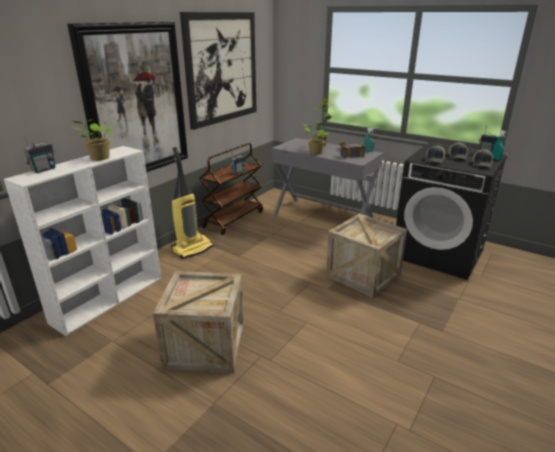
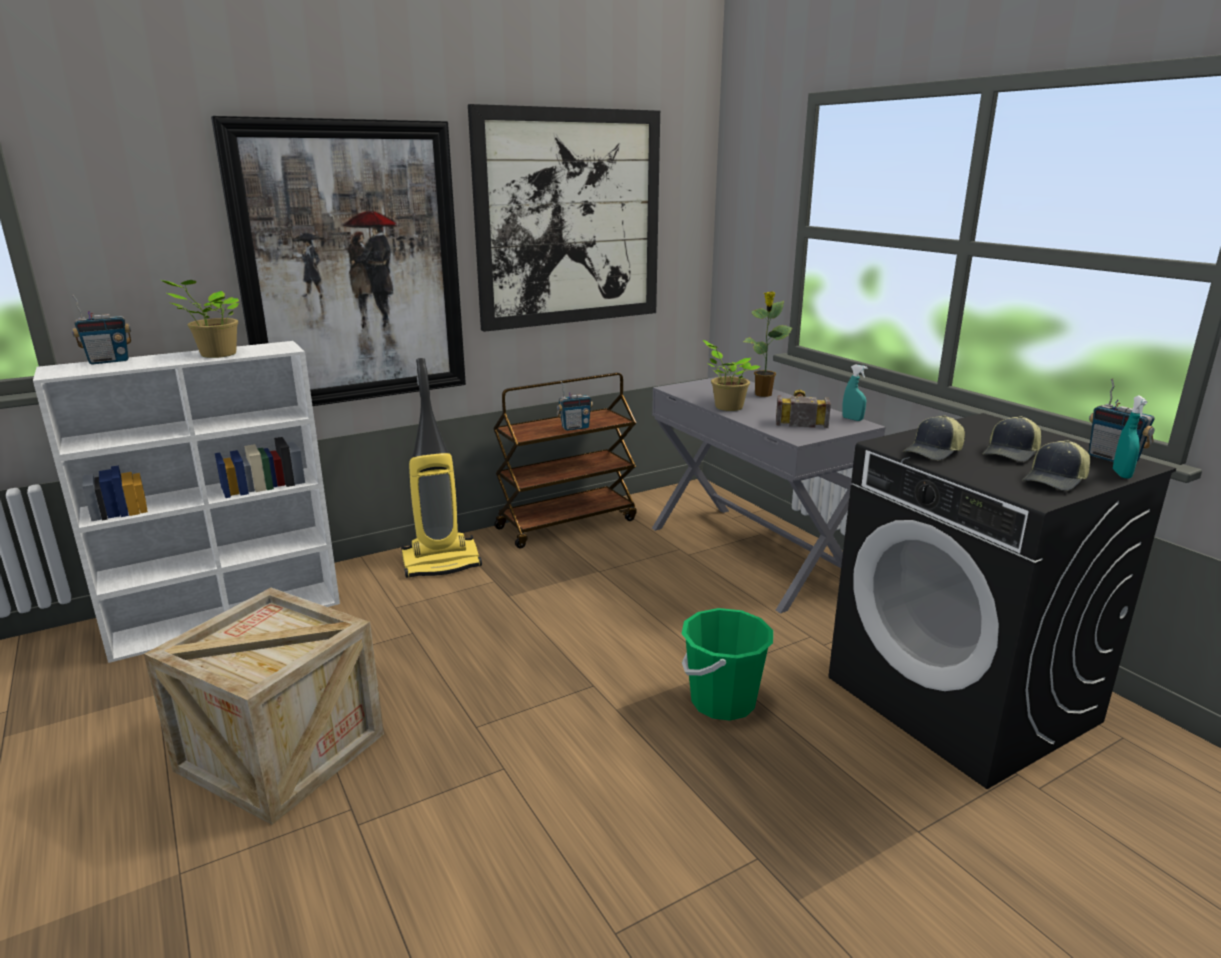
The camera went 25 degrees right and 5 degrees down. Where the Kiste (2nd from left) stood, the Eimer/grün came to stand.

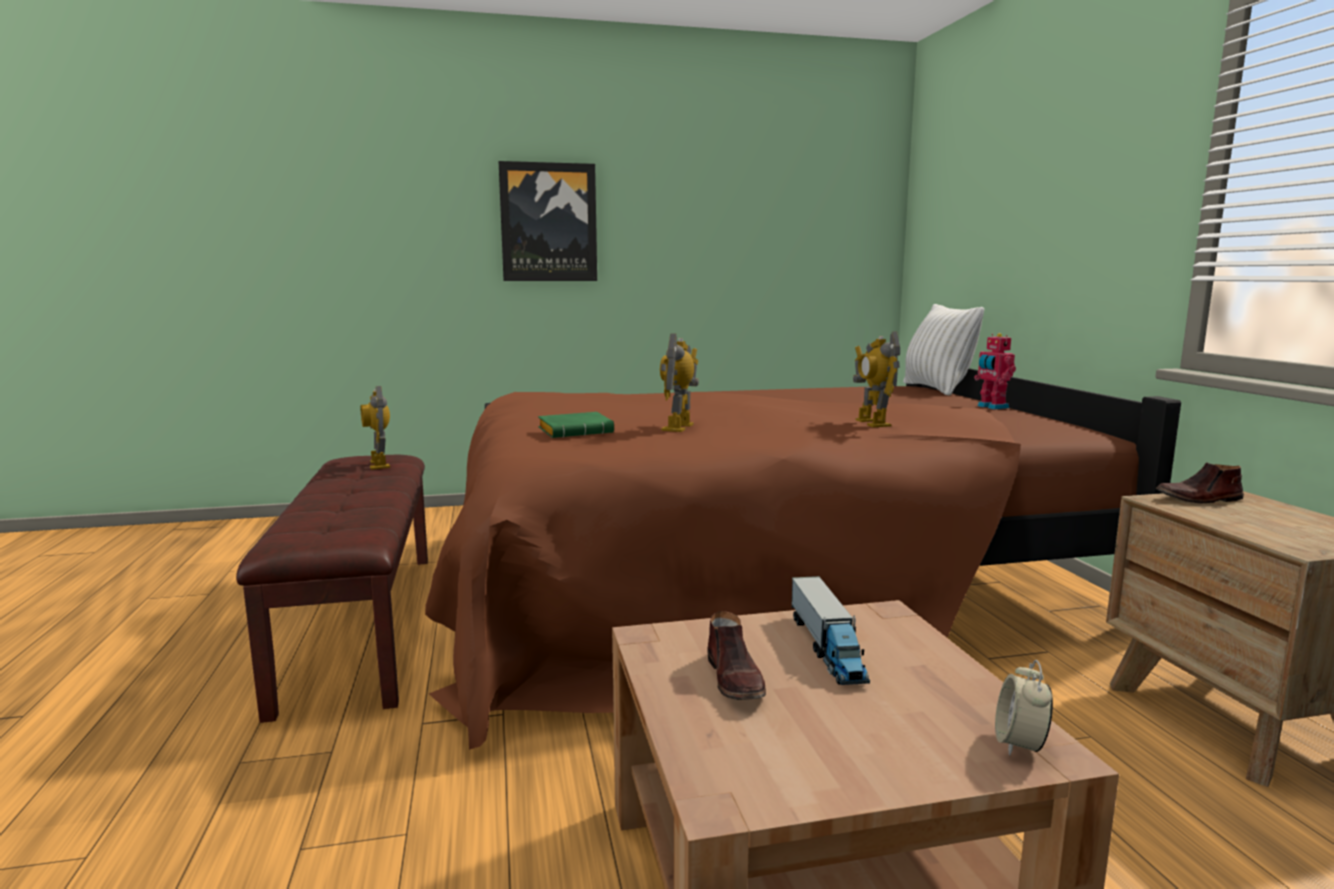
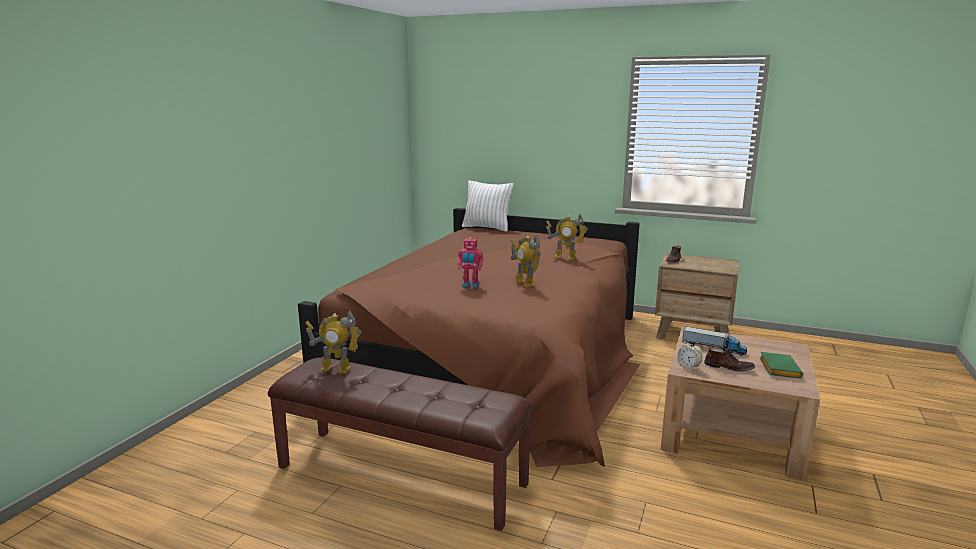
The camera went 55 degrees left and 5 degrees up. The second view lost the Bild. The Buch/grün ended up elsewhere. The Spielzeugroboter (4th from left in the first image) ended up elsewhere. The Wecker ended up elsewhere.

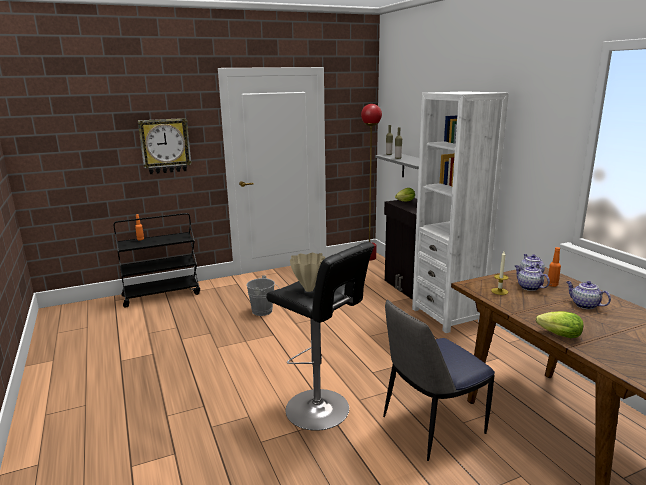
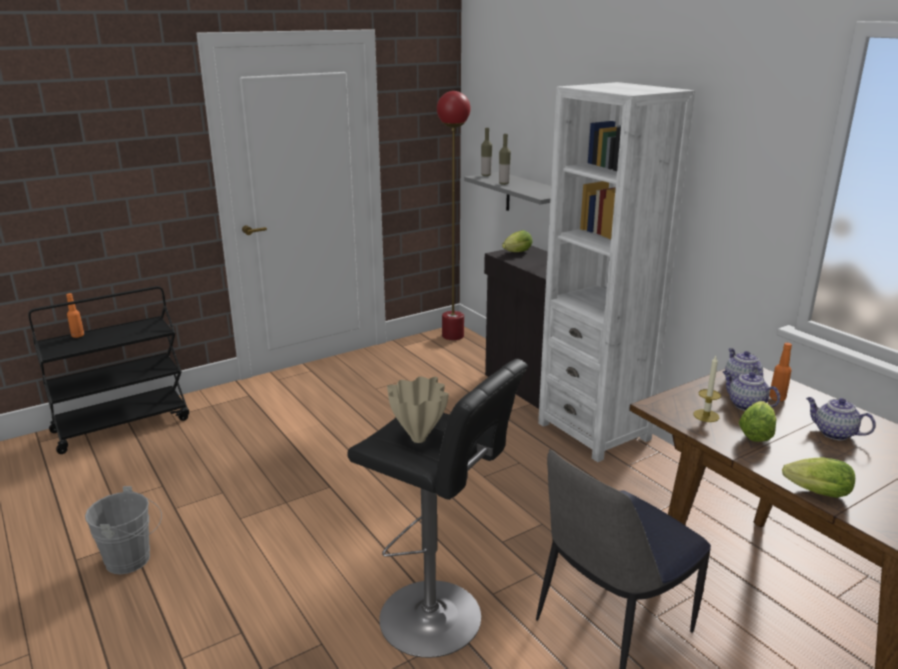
The camera went 10 degrees left and 5 degrees up. The second view lost the Wanduhr. The Eimer/grau ended up elsewhere. The second view gained the Salatkopf (2nd from left).

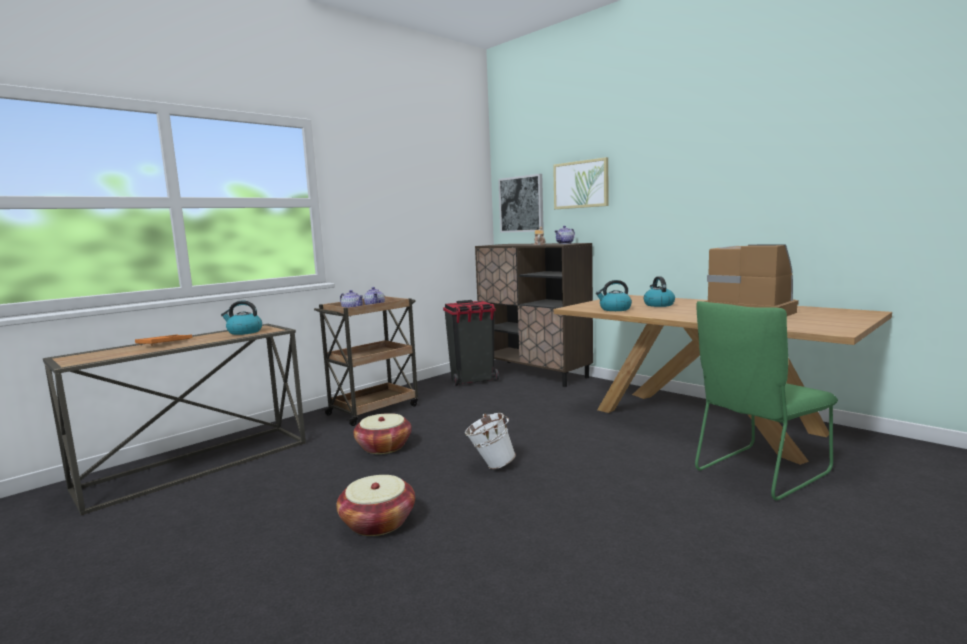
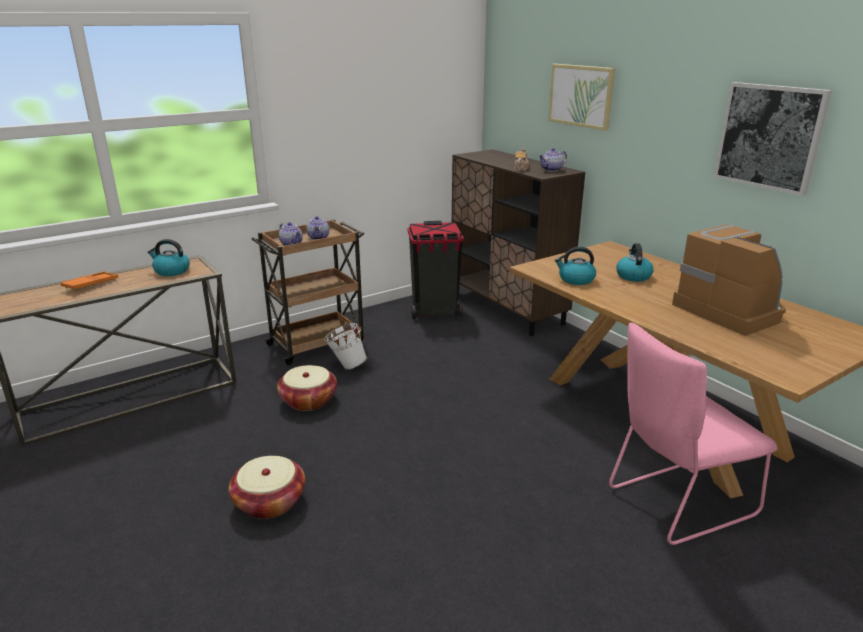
The camera went 10 degrees right and 15 degrees up. The Eimer/weiß ended up elsewhere. The Bild (1st from left in the first image) ended up elsewhere. What was the Stuhl/grün turned into the Stuhl/rosa.

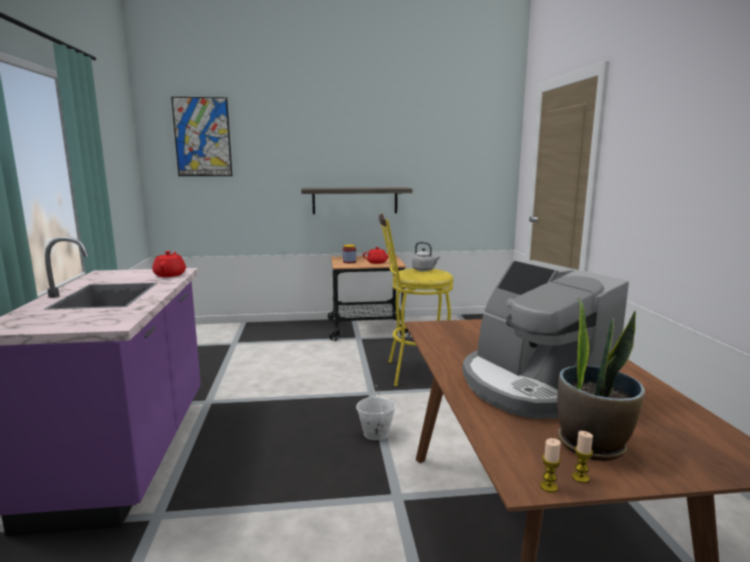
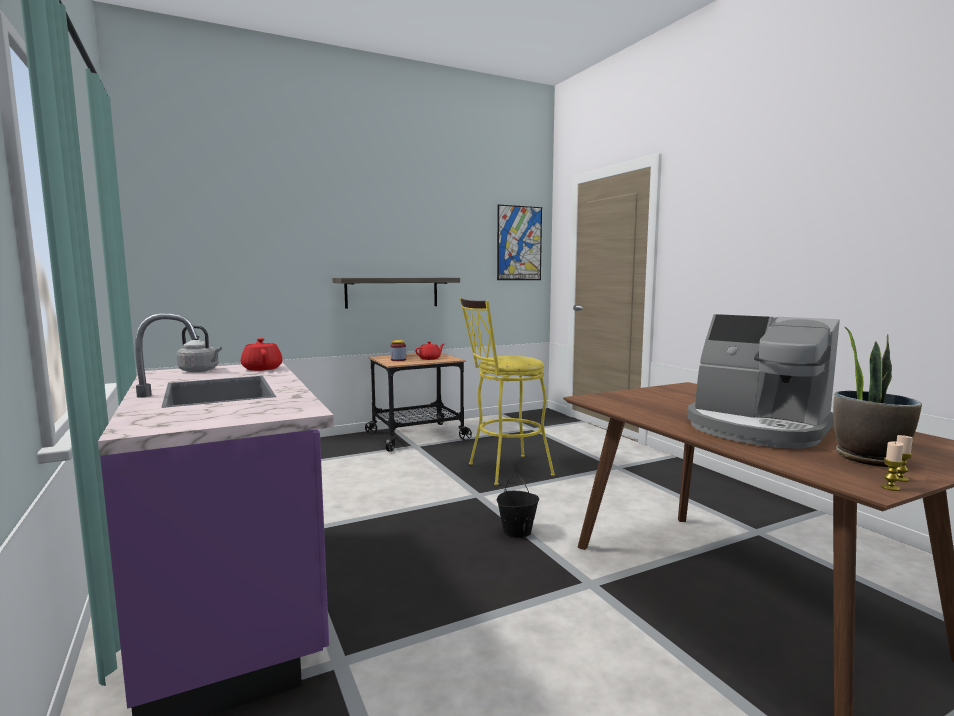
The camera went 20 degrees left and 5 degrees down. The Bild ended up elsewhere. What was the Eimer/weiß turned into the Eimer/schwarz. The Wasserkessel/grau ended up elsewhere.

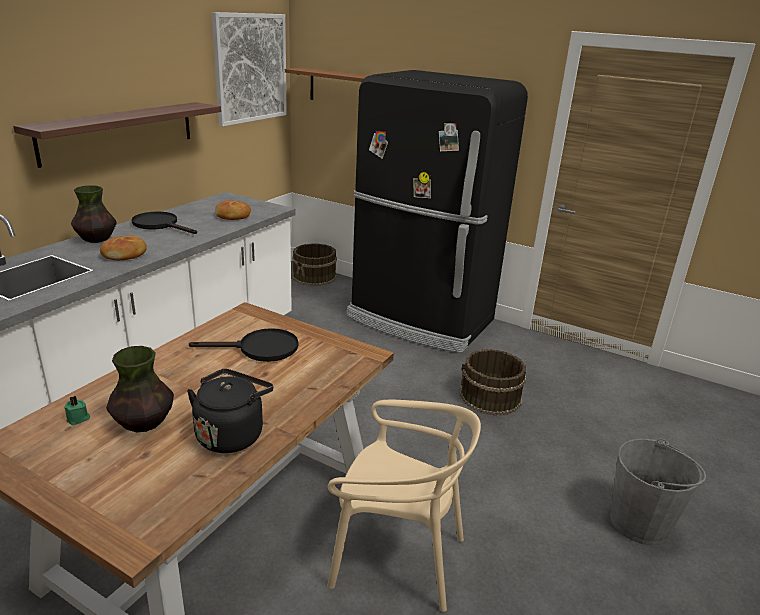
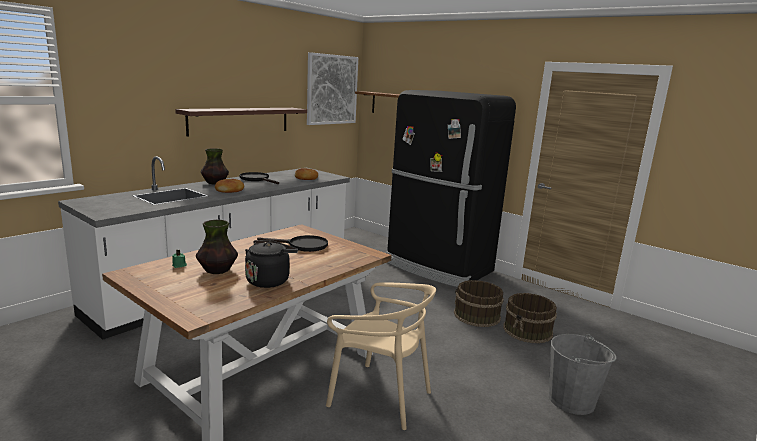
The camera went 10 degrees right and 10 degrees down. The Eimer/braun (1st from left in the first image) ended up elsewhere.

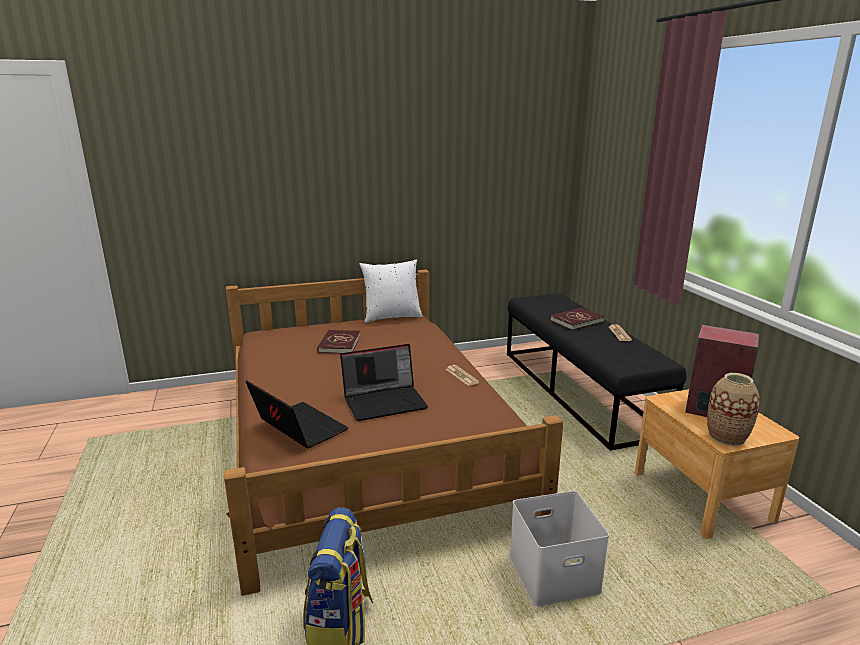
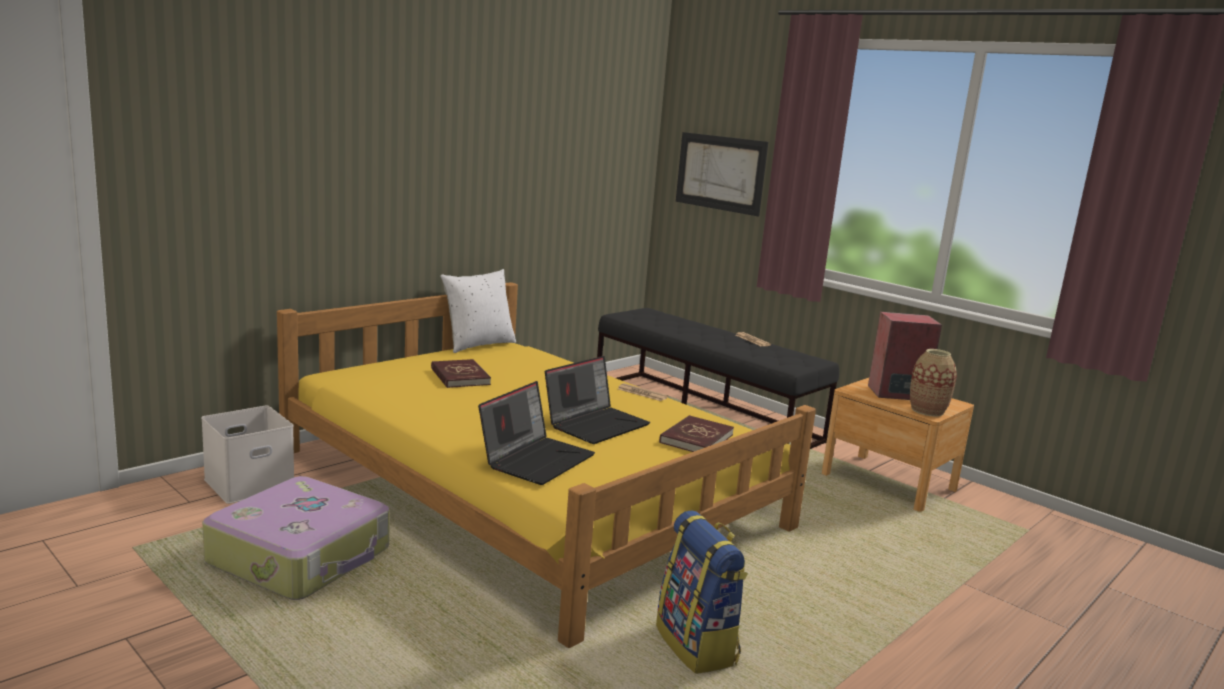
The camera went 30 degrees left and 5 degrees down. What was the Bett/braun turned into the Bett/gelb. The Laptop (1st from left) ended up facing another way, 105 degrees clockwise from before. The Aufbewahrungsbox/weiß ended up elsewhere. The Buch/rot (2nd from left) ended up elsewhere. The second view gained the Koffer. The second view gained the Bild.

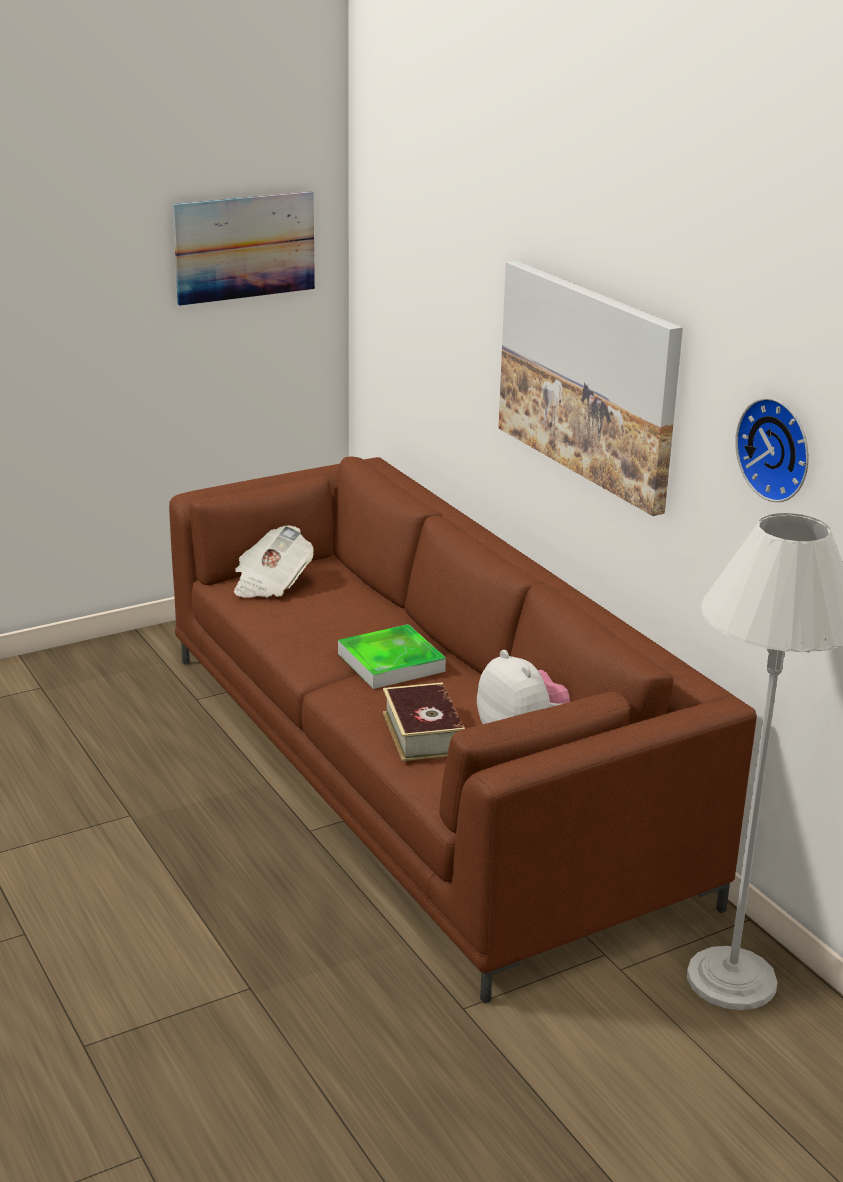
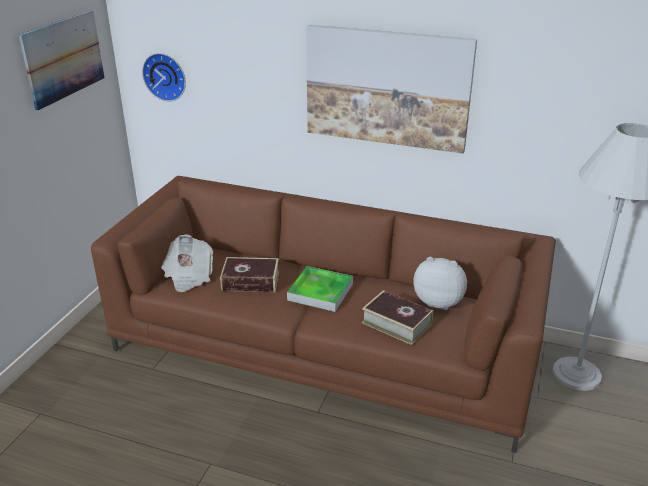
The camera went 40 degrees left and 5 degrees up. The Wanduhr ended up elsewhere. The second view gained the Buch (1st from left).

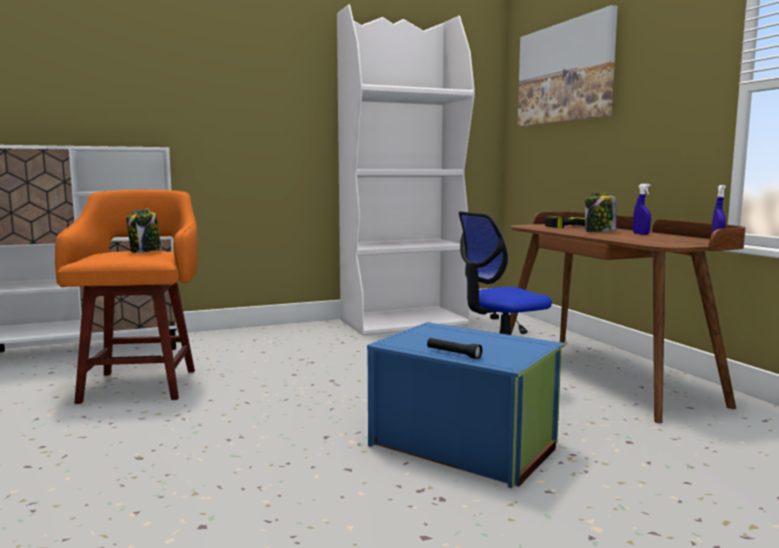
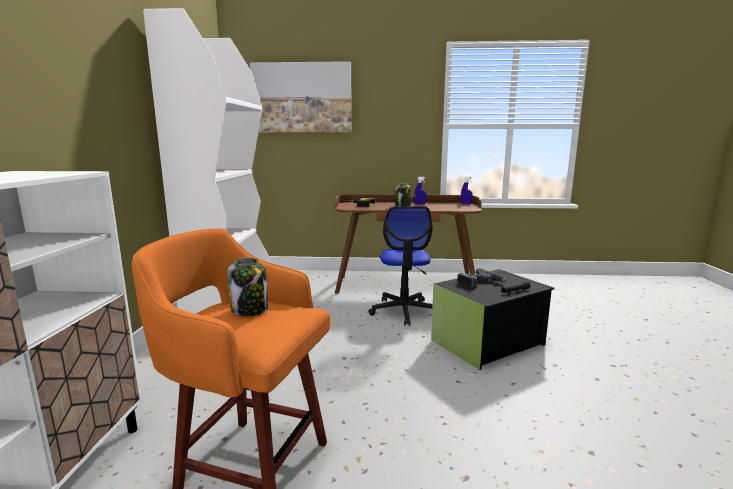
The camera went 65 degrees left and 5 degrees up. What was the Aufbewahrungsbox/blau turned into the Aufbewahrungsbox/schwarz. The second view gained the Bohrmaschine (2nd from left).

